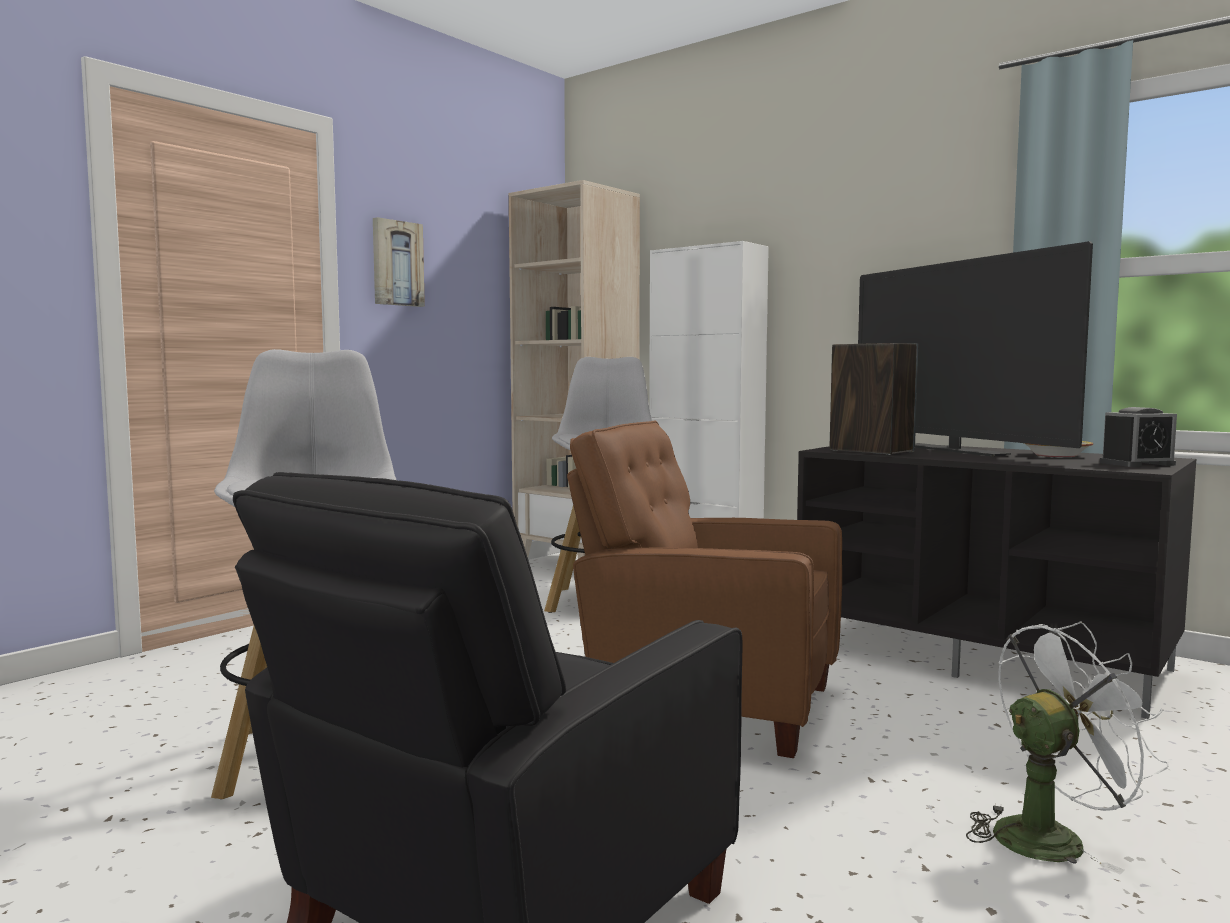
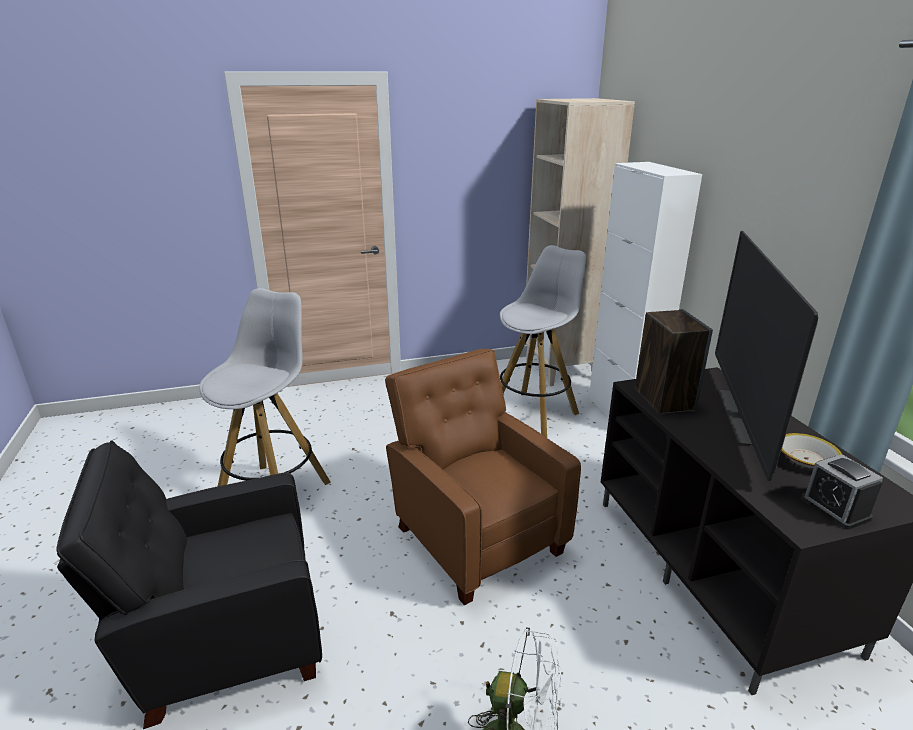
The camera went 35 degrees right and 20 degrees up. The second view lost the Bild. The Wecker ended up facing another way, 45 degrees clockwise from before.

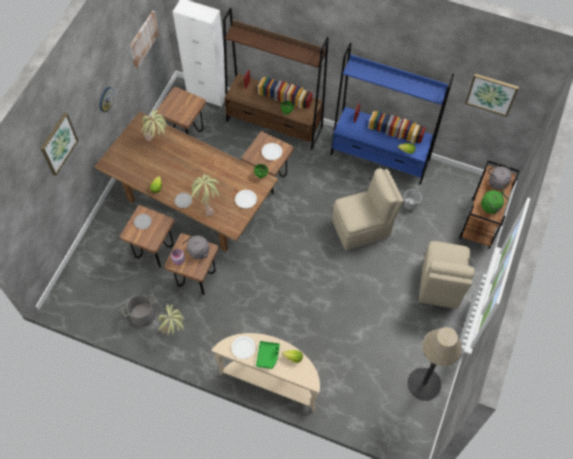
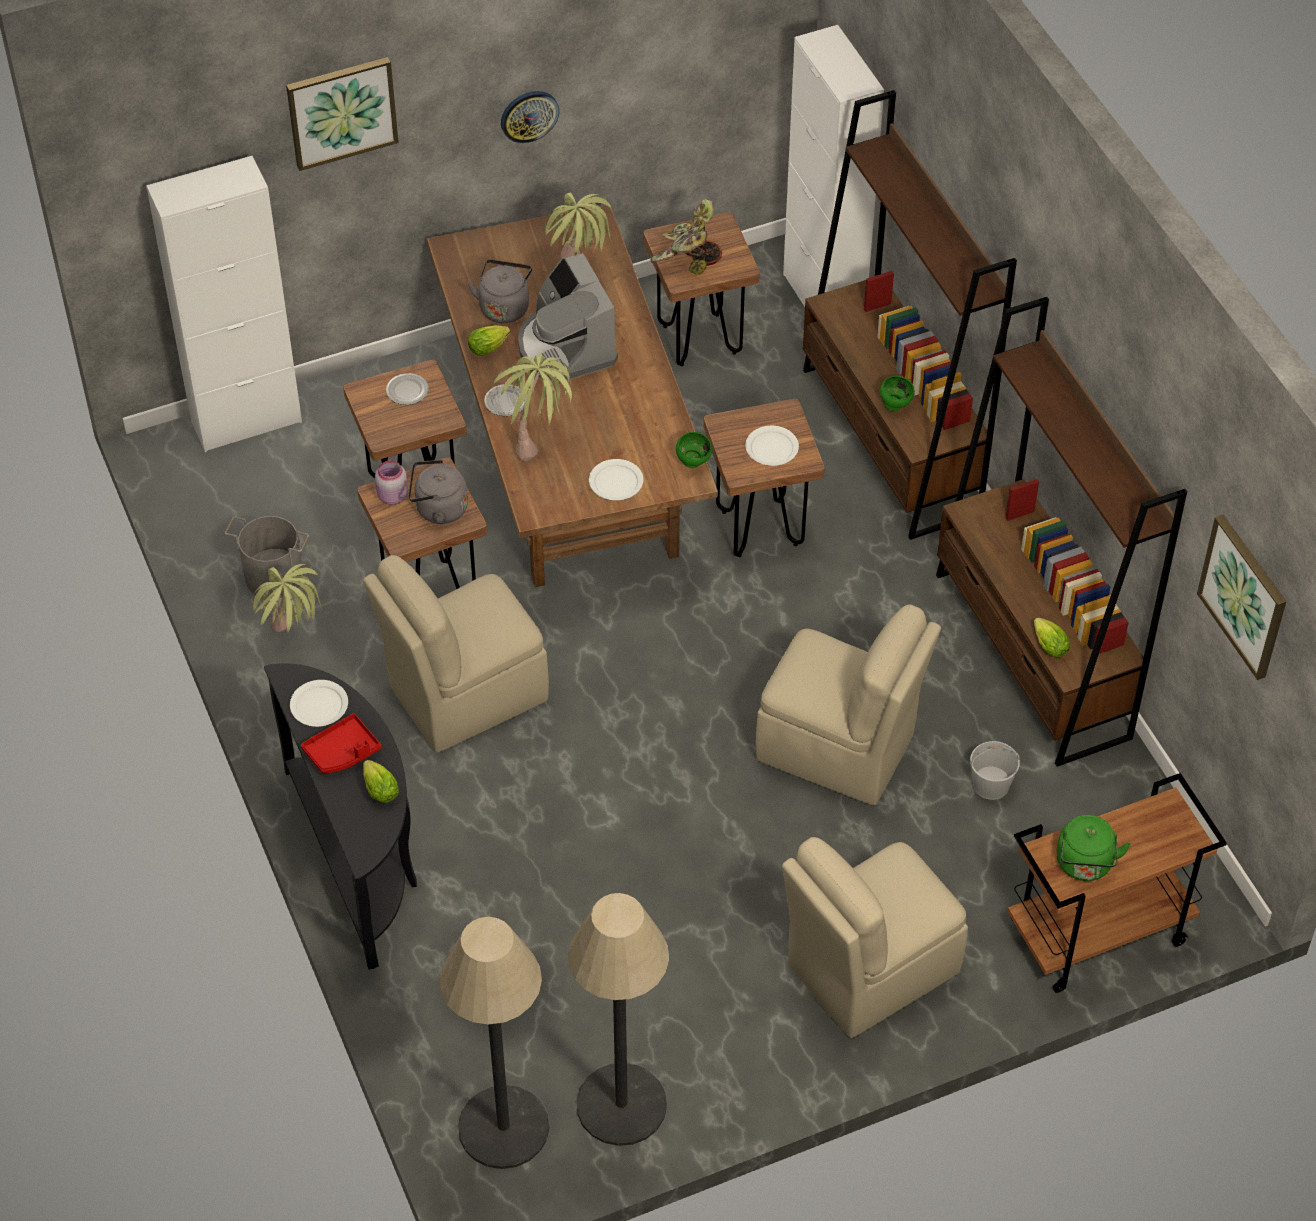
The camera went 45 degrees right and 10 degrees down. The second view lost the Bild (2nd from left). What was the Konsolentisch/beige turned into the Konsolentisch/schwarz. What was the Tablett/grün turned into the Tablett/rot. What was the Bücherregal/blau turned into the Bücherregal/braun (2nd from left). The Wasserkessel/grau (2nd from left) ended up elsewhere. The second view gained the Schrank/weiß (1st from left). The second view gained the Stuhl/beige (1st from left). The second view gained the Stehlampe (1st from left). The second view gained the Kaffeemaschine. The second view gained the Topfpflanze (4th from left).

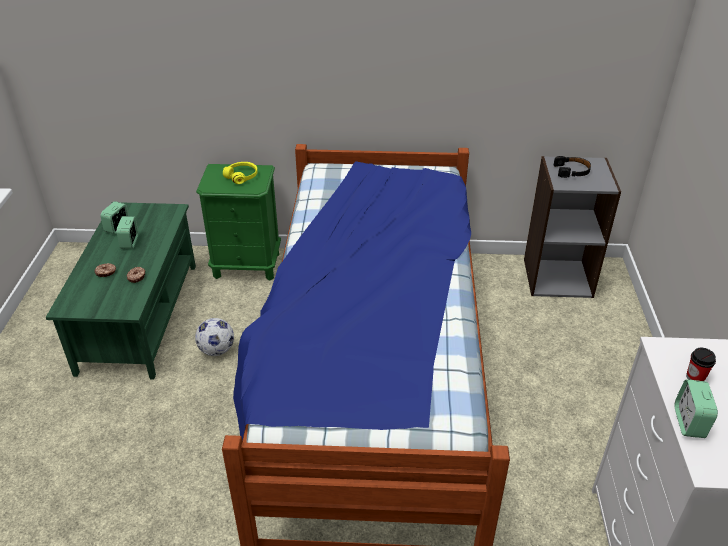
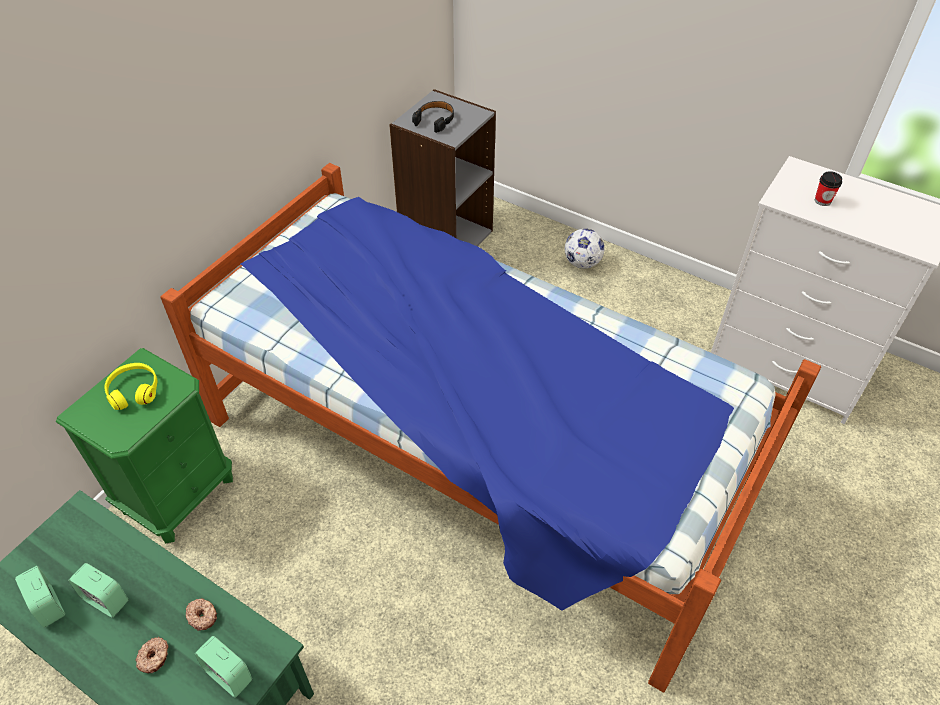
The camera went 60 degrees left and 10 degrees up. The Fußball ended up elsewhere. The Wecker (3rd from left) ended up elsewhere.

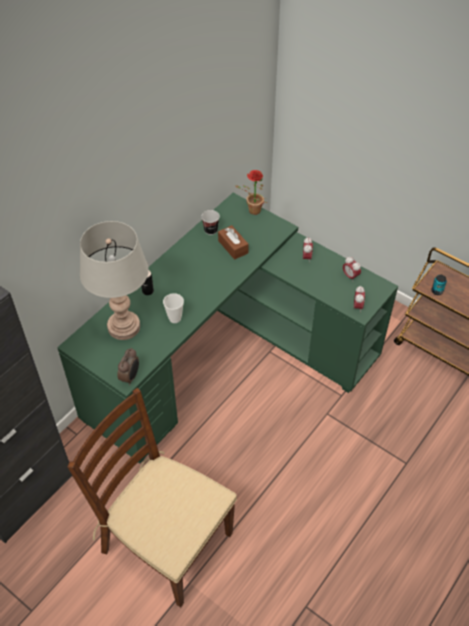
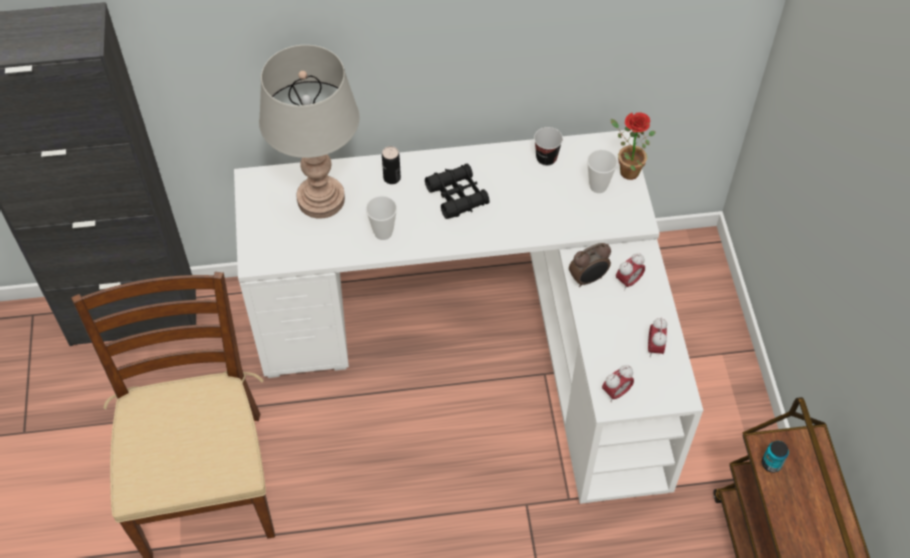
The camera went 45 degrees right and 5 degrees up. What was the Schreibtisch/grün turned into the Schreibtisch/weiß. The Wecker (1st from left) ended up elsewhere. The second view lost the Taschentuchbox/braun. The second view gained the Fernglas/schwarz. The second view gained the Tasse (3rd from left).

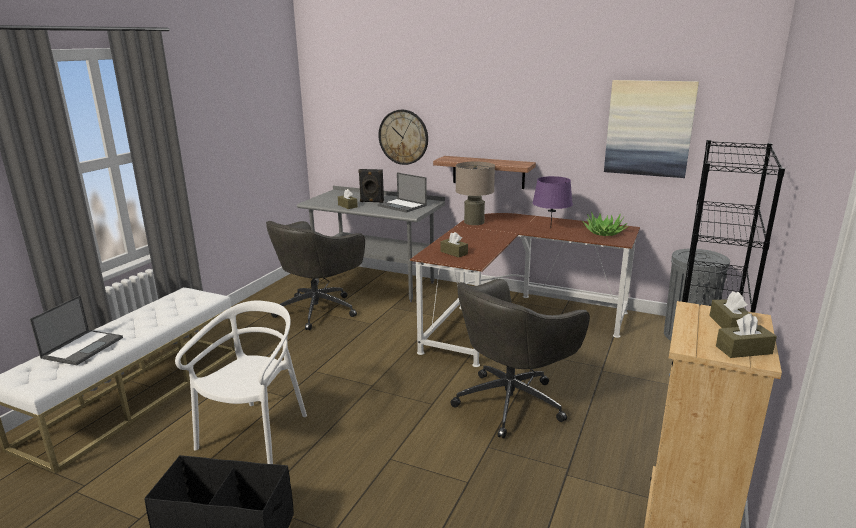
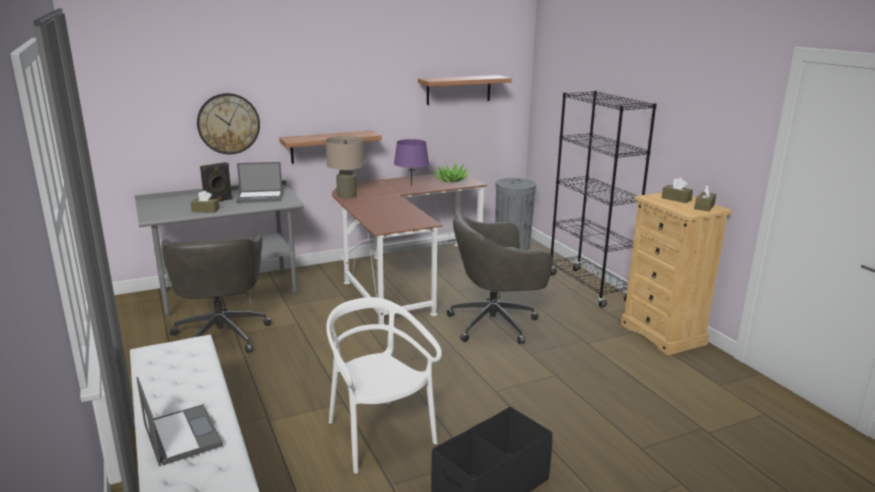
The camera went 50 degrees left and 0 degrees up. The second view lost the Taschentuchbox/braun (2nd from left). The Bürostuhl/grau (2nd from left) ended up facing another way, 75 degrees clockwise from before. Where the Bild hung, the Wandregal (2nd from left) came to hang.

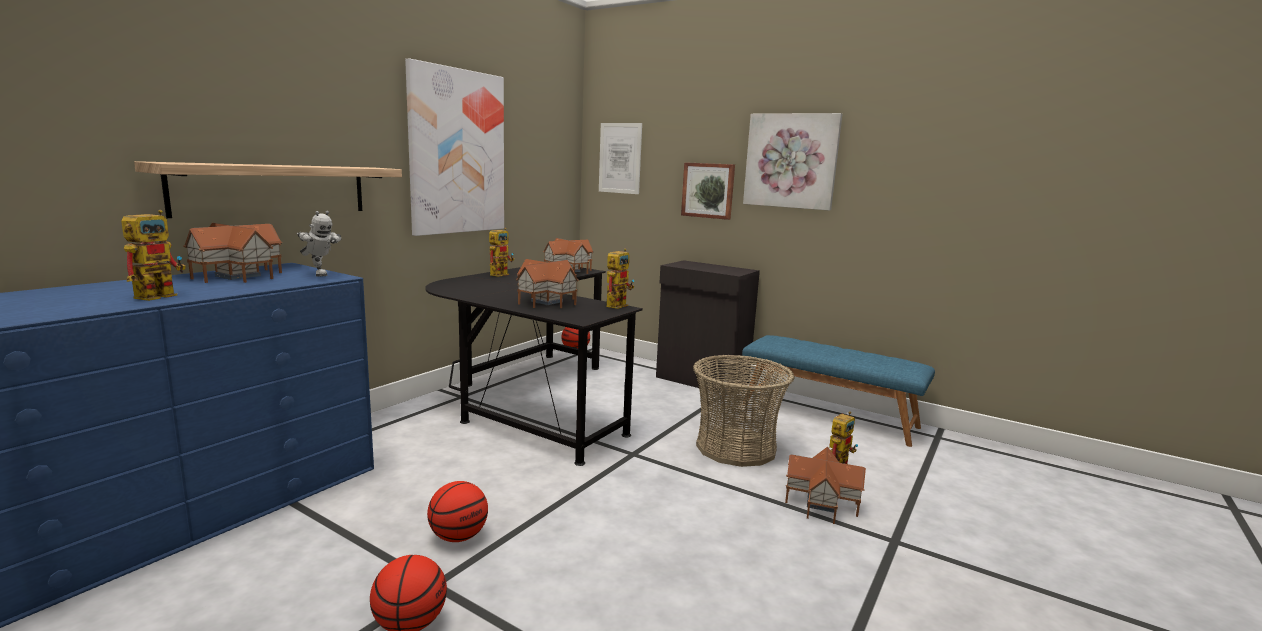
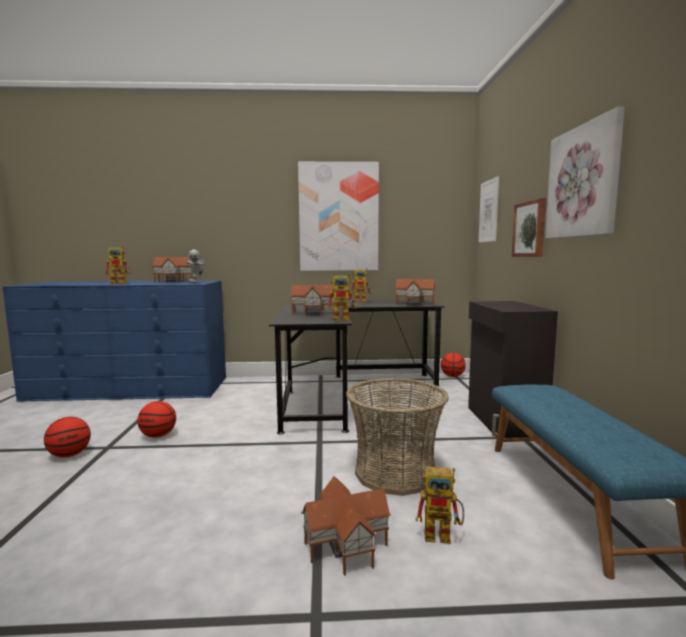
The camera went 55 degrees right and 5 degrees down. The second view lost the Wandregal.

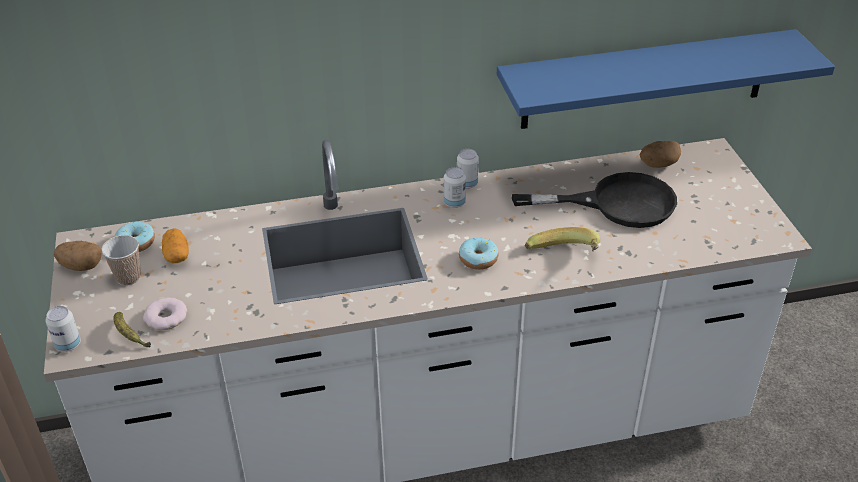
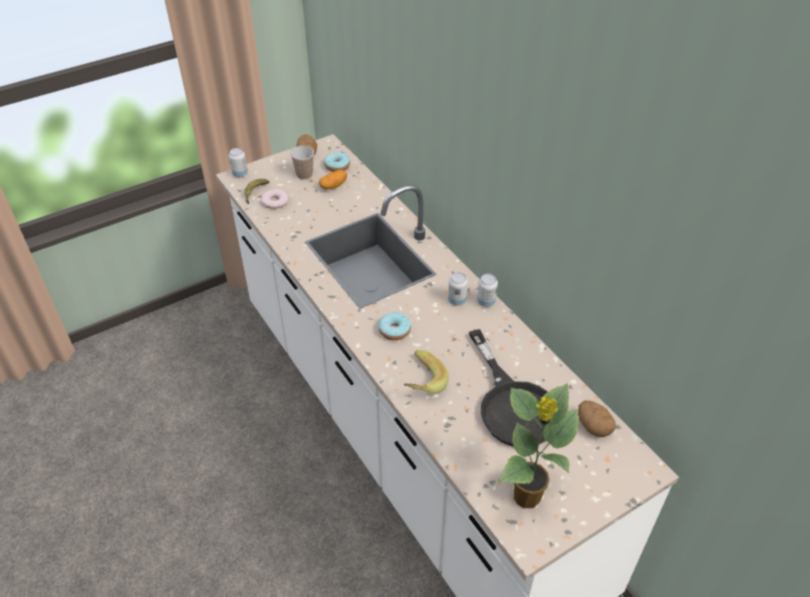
The camera went 70 degrees right and 5 degrees up. The second view lost the Wandregal/blau. The second view gained the Topfpflanze.

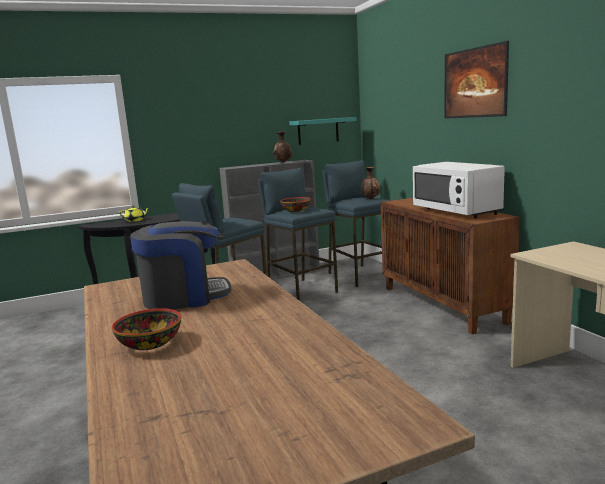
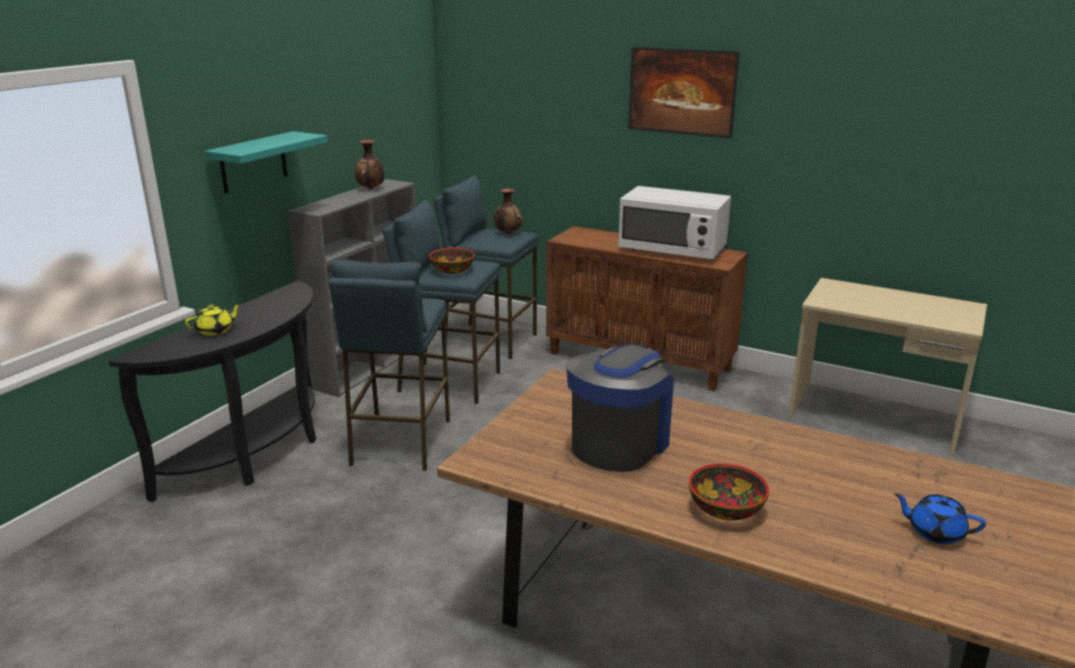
The camera went 40 degrees left and 10 degrees up. The Wandregal/türkis ended up elsewhere. The second view gained the Teekanne/blau.

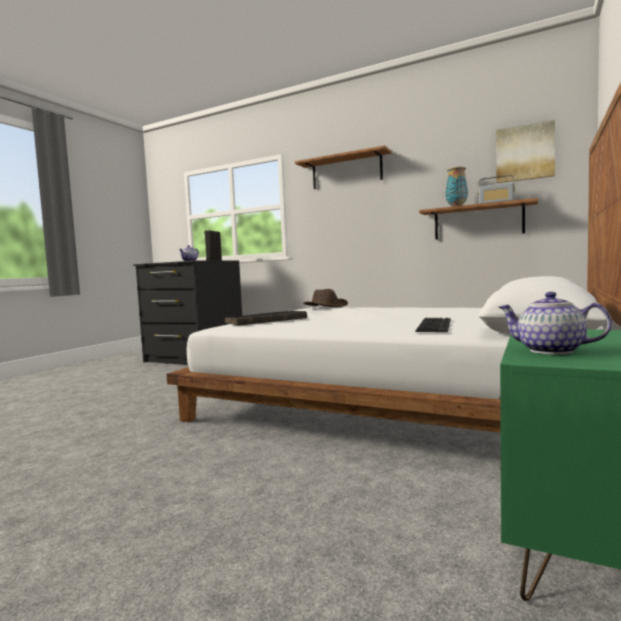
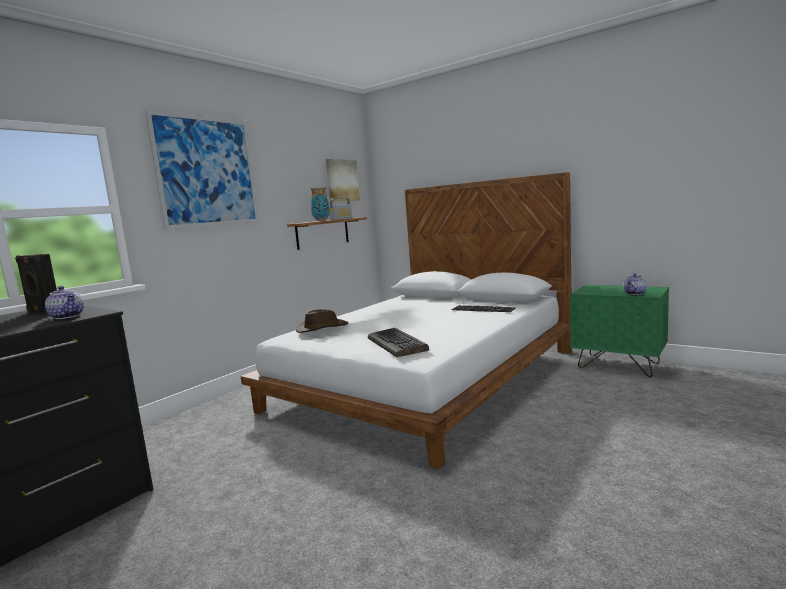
The camera went 80 degrees left and 5 degrees up. Where the Wandregal (1st from left) hung, the Bild (1st from left) came to hang.

